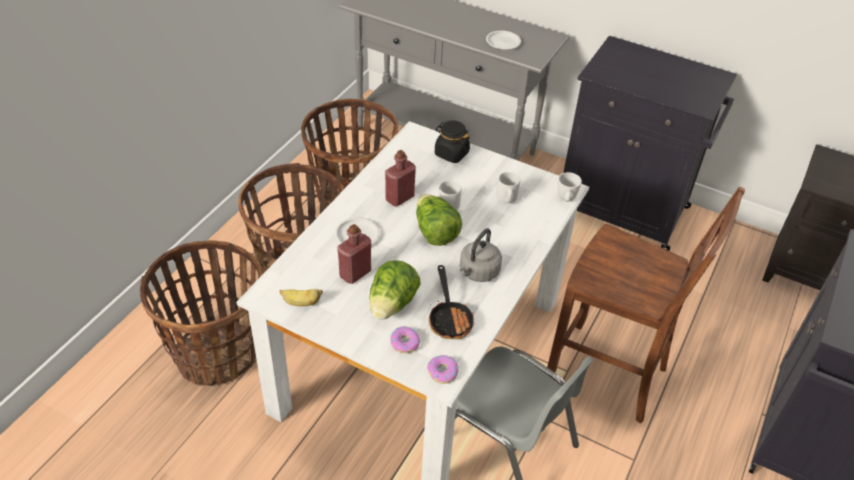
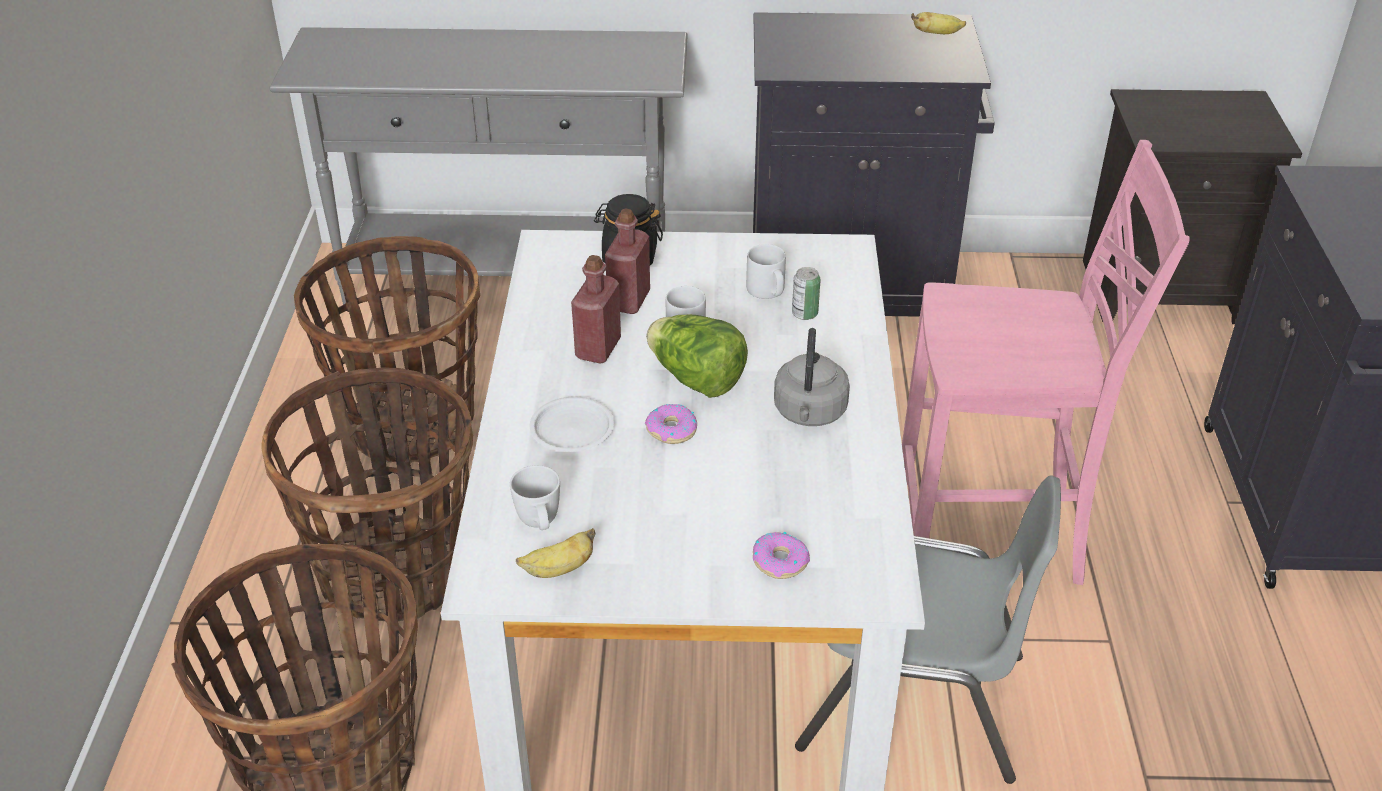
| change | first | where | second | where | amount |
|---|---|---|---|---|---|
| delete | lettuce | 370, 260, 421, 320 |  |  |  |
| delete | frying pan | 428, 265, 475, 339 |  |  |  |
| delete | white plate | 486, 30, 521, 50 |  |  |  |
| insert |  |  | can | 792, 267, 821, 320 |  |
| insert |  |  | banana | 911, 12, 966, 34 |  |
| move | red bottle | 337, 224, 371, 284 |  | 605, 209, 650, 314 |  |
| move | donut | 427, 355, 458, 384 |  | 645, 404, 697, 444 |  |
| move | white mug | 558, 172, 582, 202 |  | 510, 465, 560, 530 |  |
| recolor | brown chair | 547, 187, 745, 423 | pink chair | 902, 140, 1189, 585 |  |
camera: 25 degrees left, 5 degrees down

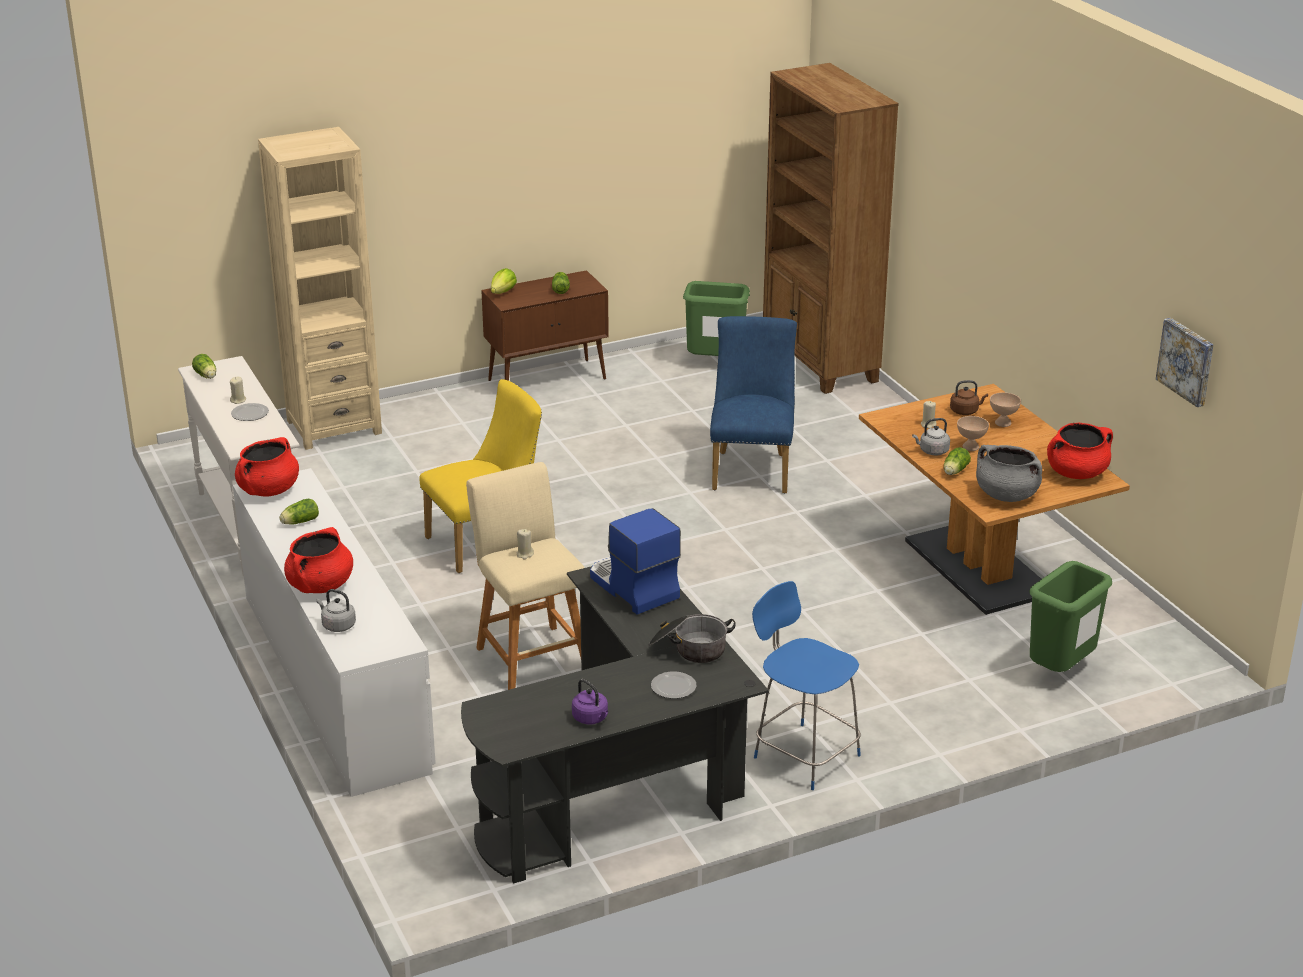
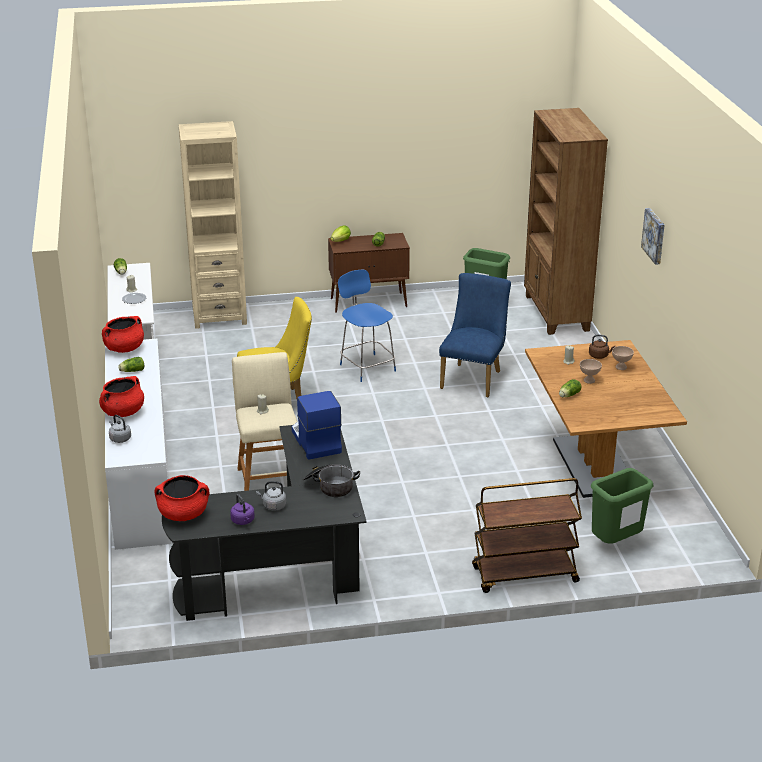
| change | first | where | second | where | amount |
|---|---|---|---|---|---|
| delete | plate | 651, 671, 697, 699 |  |  |  |
| delete | grey cooking pot | 976, 445, 1042, 502 |  |  |  |
| insert |  |  | brown cart | 472, 478, 582, 593 |  |
| move | blue chair | 752, 581, 861, 790 |  | 338, 270, 396, 382 |  |
| move | grey kettle | 912, 418, 950, 455 |  | 256, 481, 286, 511 |  |
| move | red cooking pot | 1047, 423, 1113, 479 |  | 155, 475, 209, 521 |  |
| move | picture | 1156, 318, 1214, 407 |  | 641, 208, 665, 265 |  |
camera: 15 degrees right, 0 degrees up

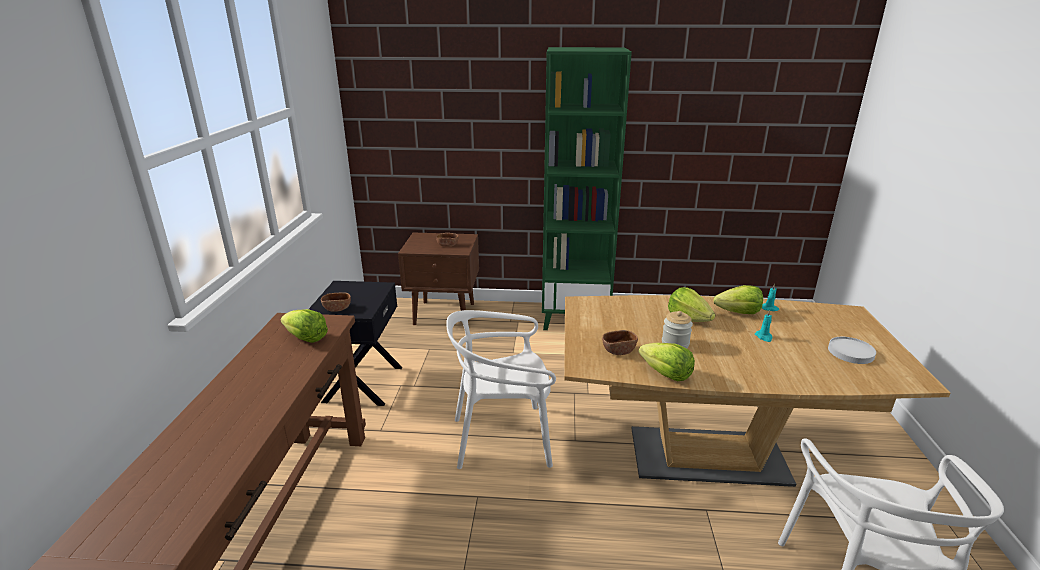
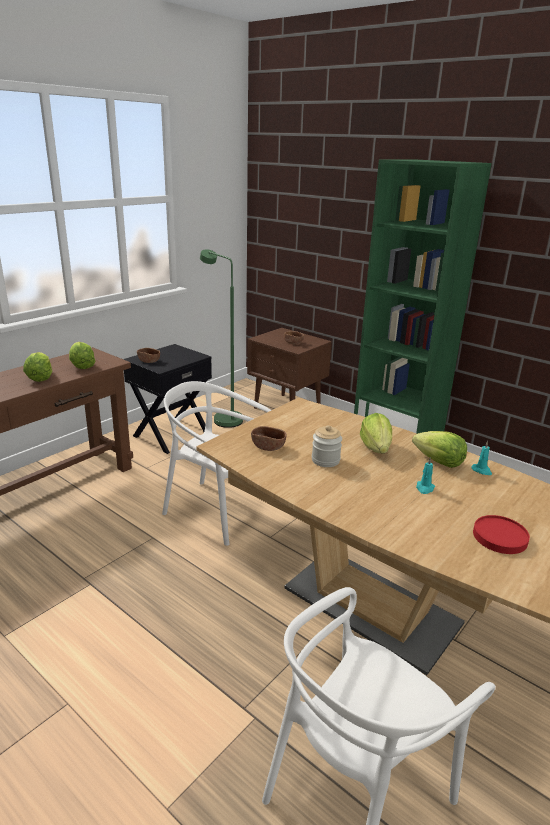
| change | first | where | second | where | amount |
|---|---|---|---|---|---|
| insert |  |  | green floor lamp | 200, 249, 243, 428 |  |
| move | lettuce | 639, 342, 695, 381 |  | 23, 352, 52, 382 |  |
| recolor | white plate | 828, 337, 876, 364 | red plate | 473, 515, 530, 554 |  |
camera: 35 degrees right, 0 degrees up

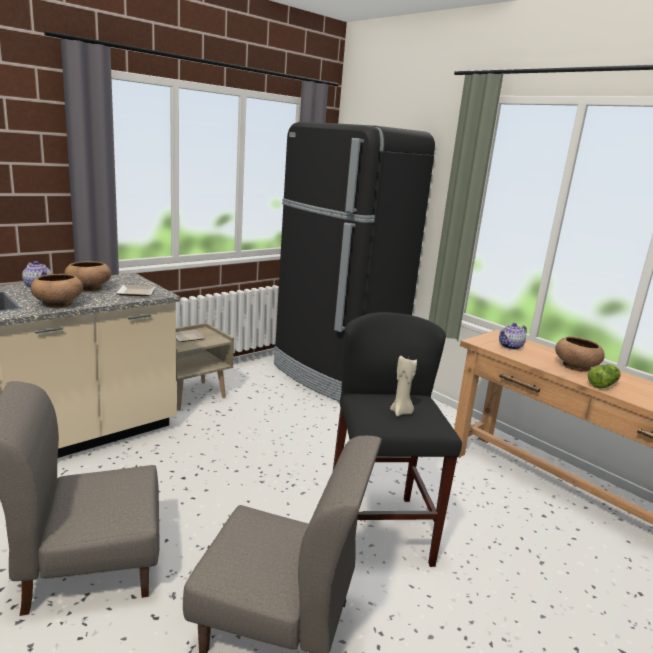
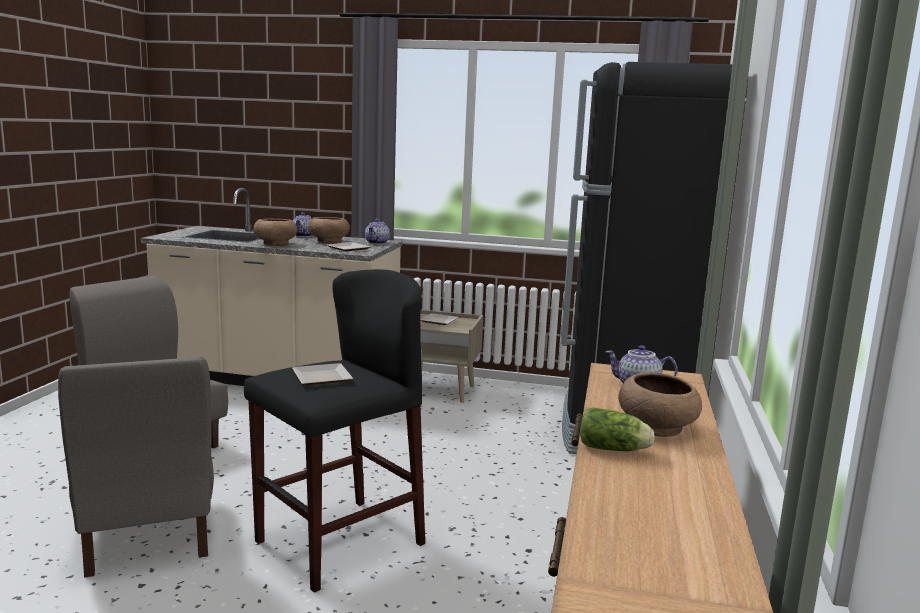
| change | first | where | second | where | amount |
|---|---|---|---|---|---|
| insert |  |  | teapot | 365, 219, 390, 245 |  |
| replace | beige candle | 390, 355, 417, 416 | plate | 292, 363, 353, 385 |  |
camera: 55 degrees right, 5 degrees down

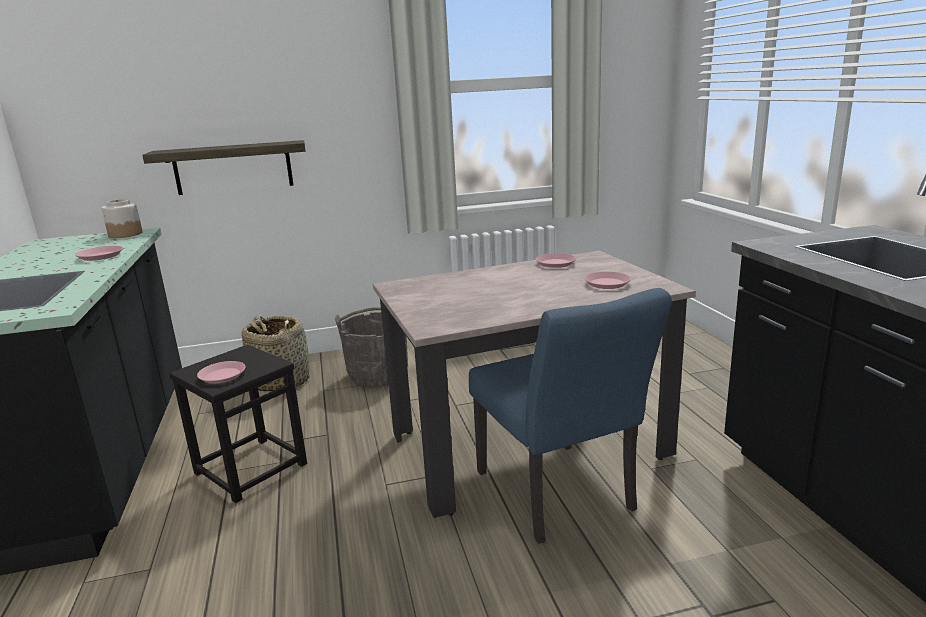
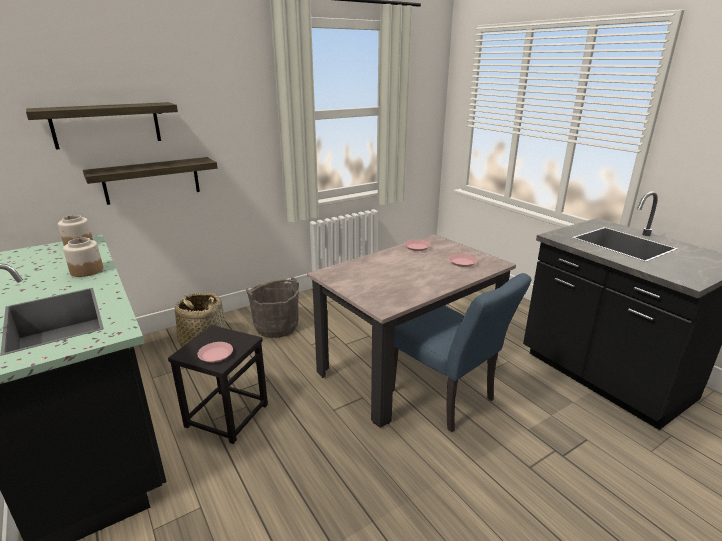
| change | first | where | second | where | amount |
|---|---|---|---|---|---|
| insert |  |  | shelf | 26, 102, 178, 149 |  |
| replace | pink plate | 75, 246, 123, 261 | jar | 63, 238, 103, 277 |  |
camera: 20 degrees left, 5 degrees up

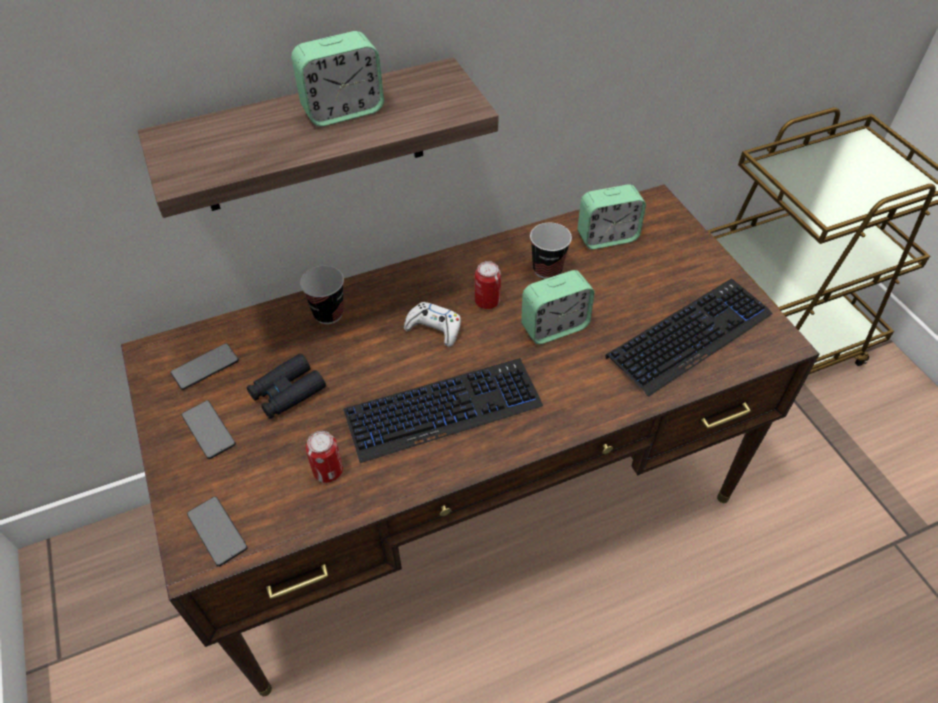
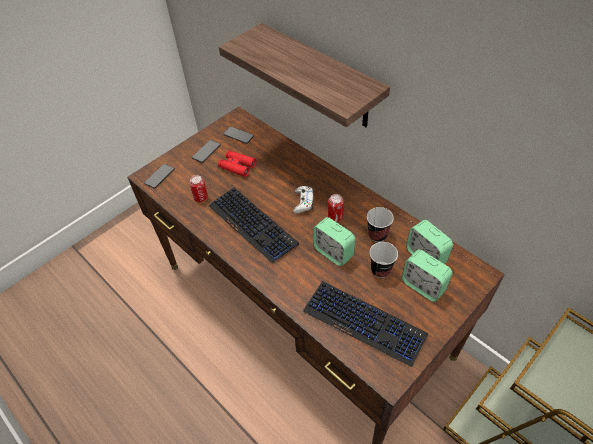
| change | first | where | second | where | amount |
|---|---|---|---|---|---|
| move | alarm clock | 291, 31, 384, 126 |  | 401, 250, 453, 302 |  |
| move | cup | 300, 266, 344, 324 |  | 370, 242, 398, 278 |  |
| recolor | black binoculars | 247, 353, 326, 419 | red binoculars | 218, 150, 256, 177 |  |
camera: 70 degrees right, 0 degrees up

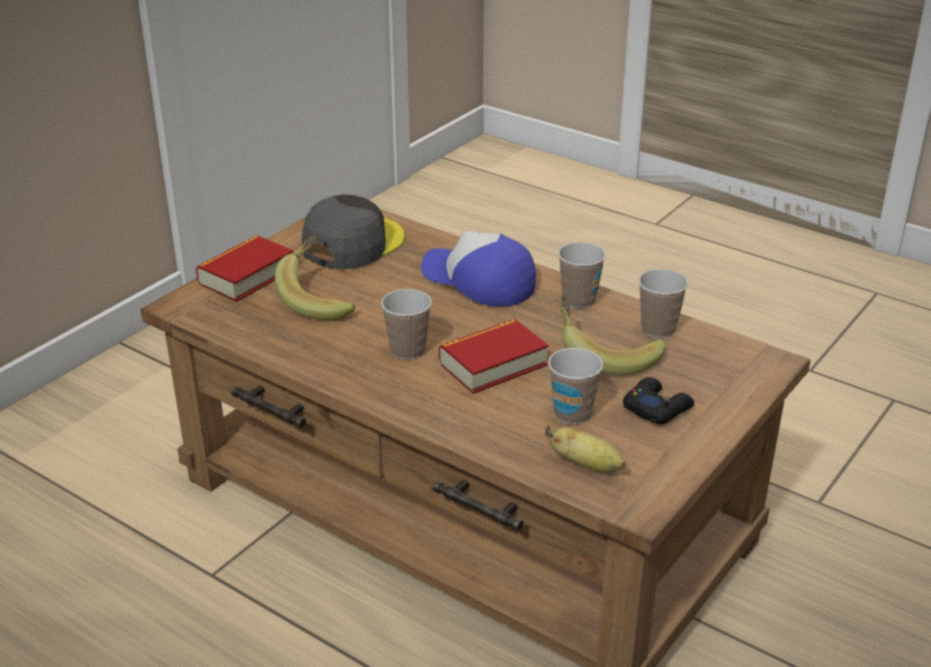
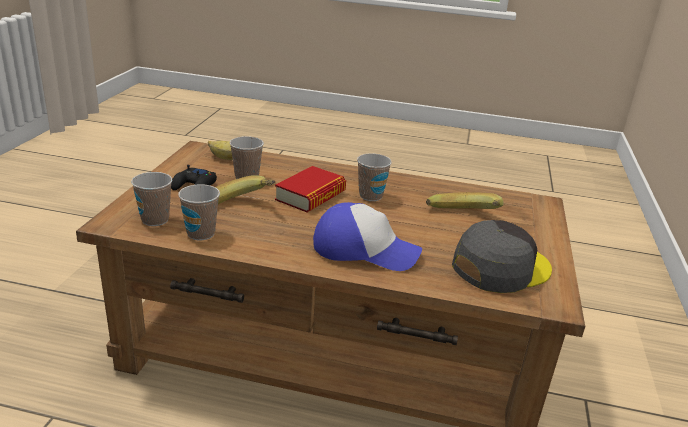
| change | first | where | second | where | amount |
|---|---|---|---|---|---|
| delete | book | 196, 235, 293, 302 |  |  |  |
| move | cup | 558, 242, 606, 309 |  | 131, 172, 172, 226 |  |
| rotate | grey cap | 302, 195, 405, 270 |  | 452, 220, 552, 293 | 135 degrees counterclockwise |
camera: 155 degrees right, 5 degrees down

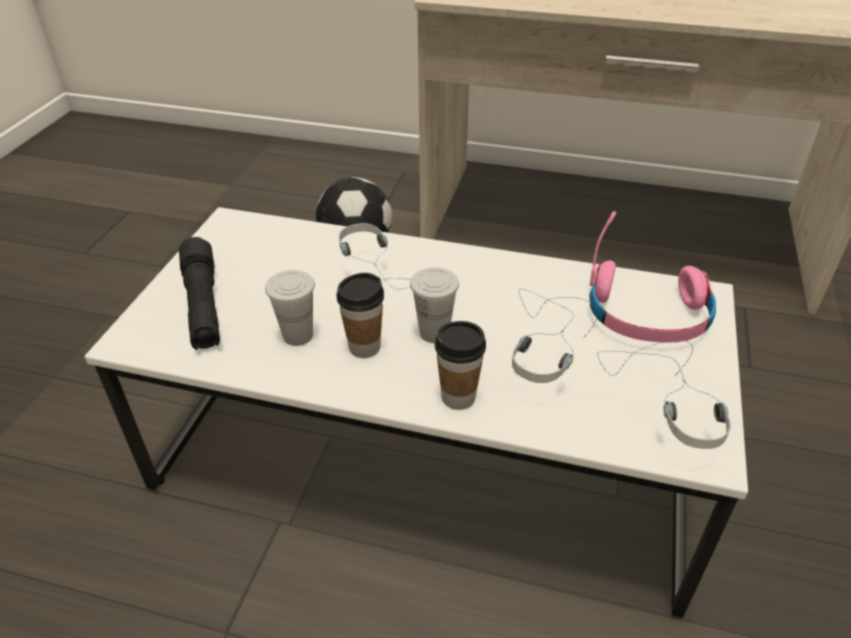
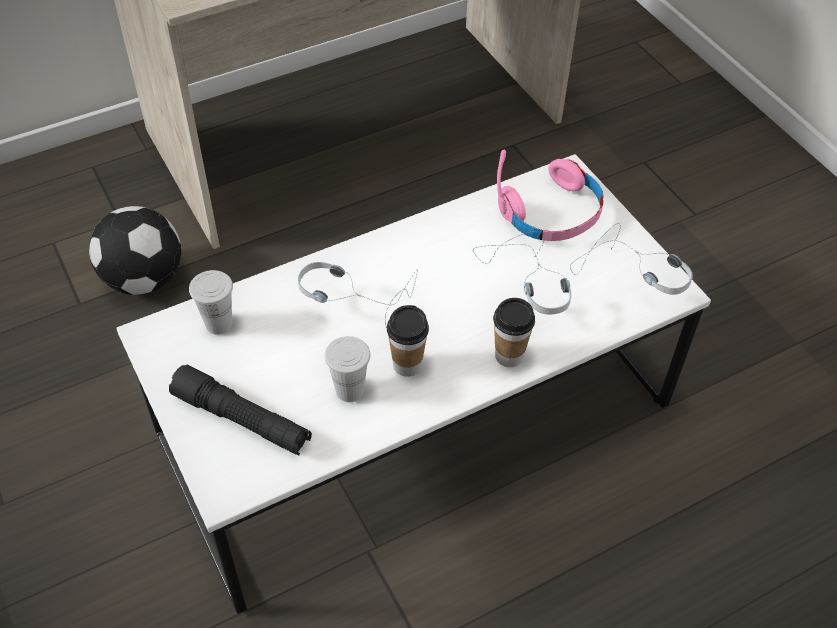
| change | first | where | second | where | amount |
|---|---|---|---|---|---|
| move | white cup | 410, 267, 459, 343 |  | 189, 270, 233, 335 |  |
camera: 45 degrees left, 10 degrees up

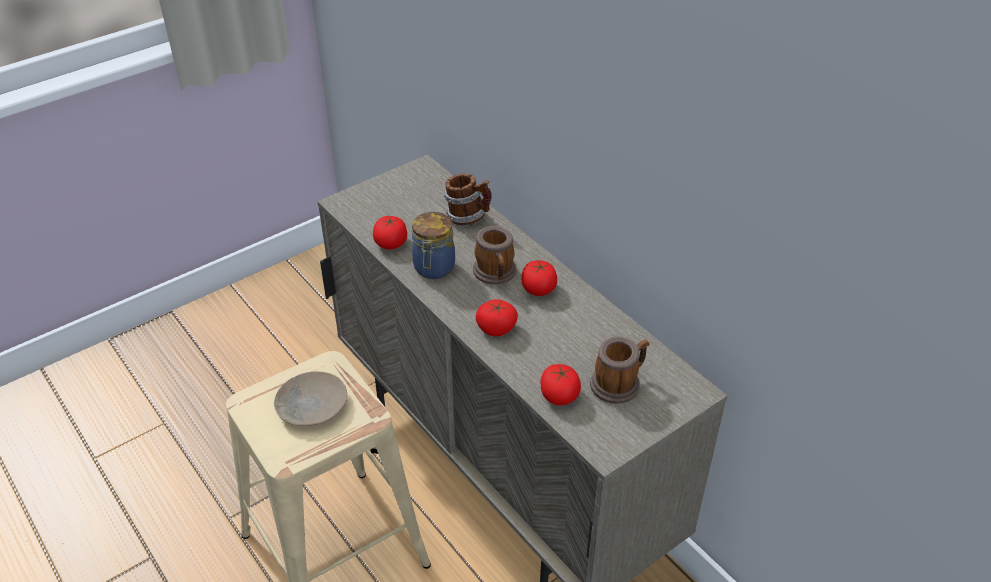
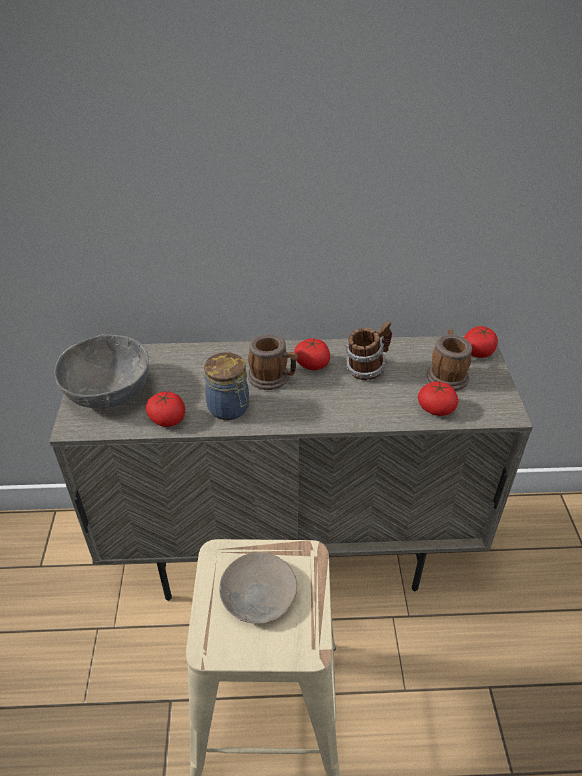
| change | first | where | second | where | amount |
|---|---|---|---|---|---|
| insert |  |  | grey bowl | 54, 334, 149, 409 |  |
| move | mug | 444, 173, 492, 226 |  | 346, 321, 392, 380 |  |
| move | tomato | 476, 299, 518, 337 |  | 464, 326, 498, 358 |  |
camera: 55 degrees left, 0 degrees up

